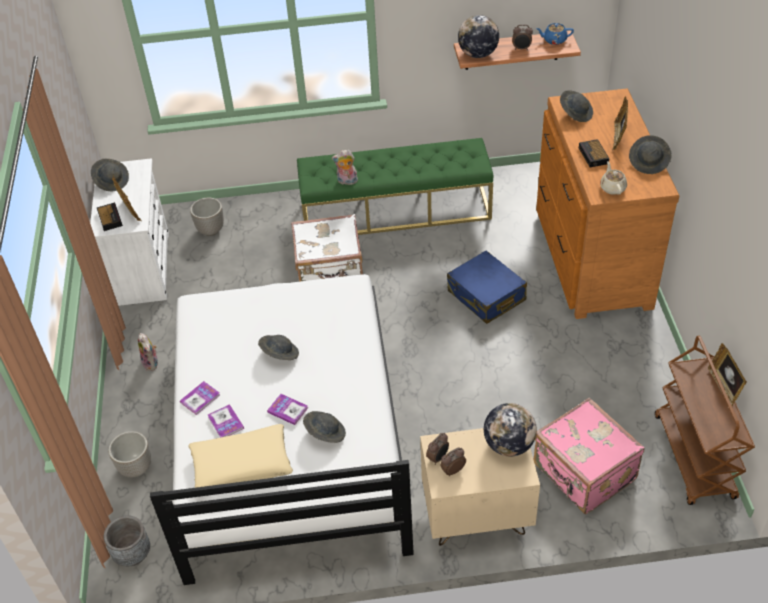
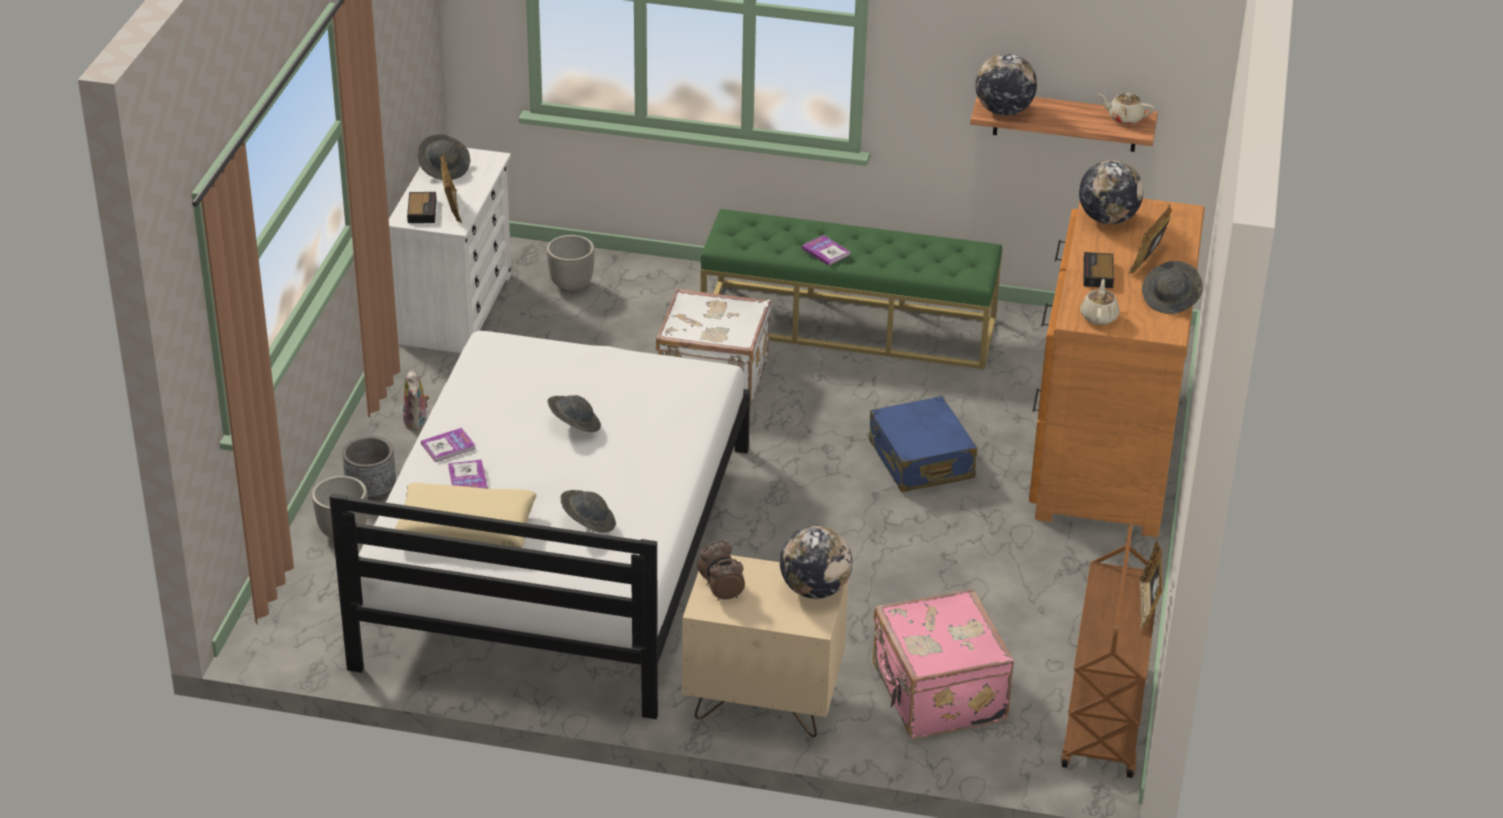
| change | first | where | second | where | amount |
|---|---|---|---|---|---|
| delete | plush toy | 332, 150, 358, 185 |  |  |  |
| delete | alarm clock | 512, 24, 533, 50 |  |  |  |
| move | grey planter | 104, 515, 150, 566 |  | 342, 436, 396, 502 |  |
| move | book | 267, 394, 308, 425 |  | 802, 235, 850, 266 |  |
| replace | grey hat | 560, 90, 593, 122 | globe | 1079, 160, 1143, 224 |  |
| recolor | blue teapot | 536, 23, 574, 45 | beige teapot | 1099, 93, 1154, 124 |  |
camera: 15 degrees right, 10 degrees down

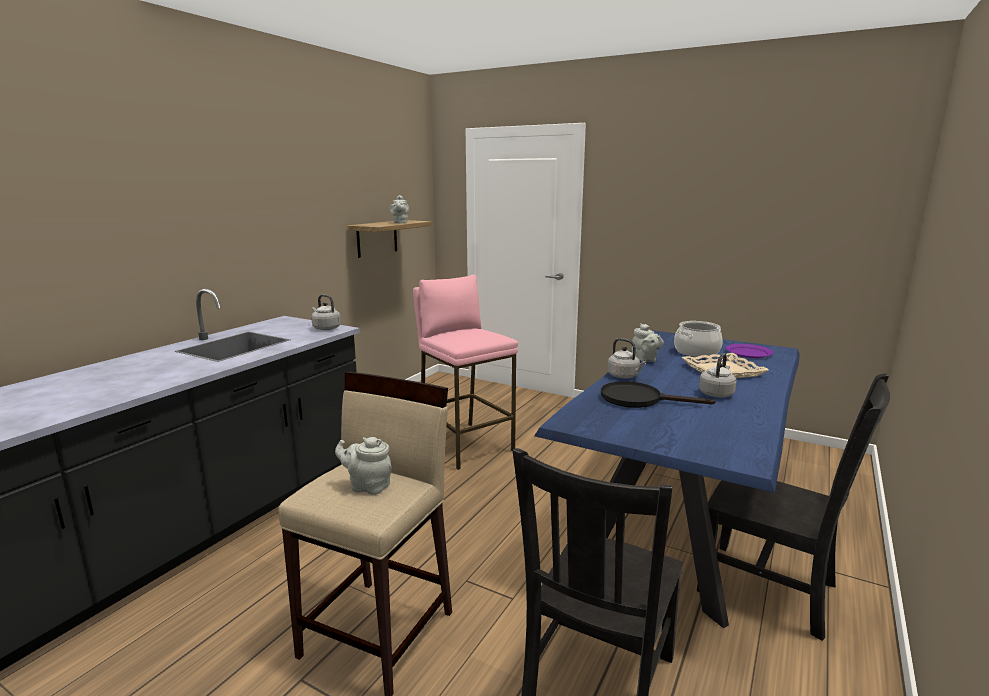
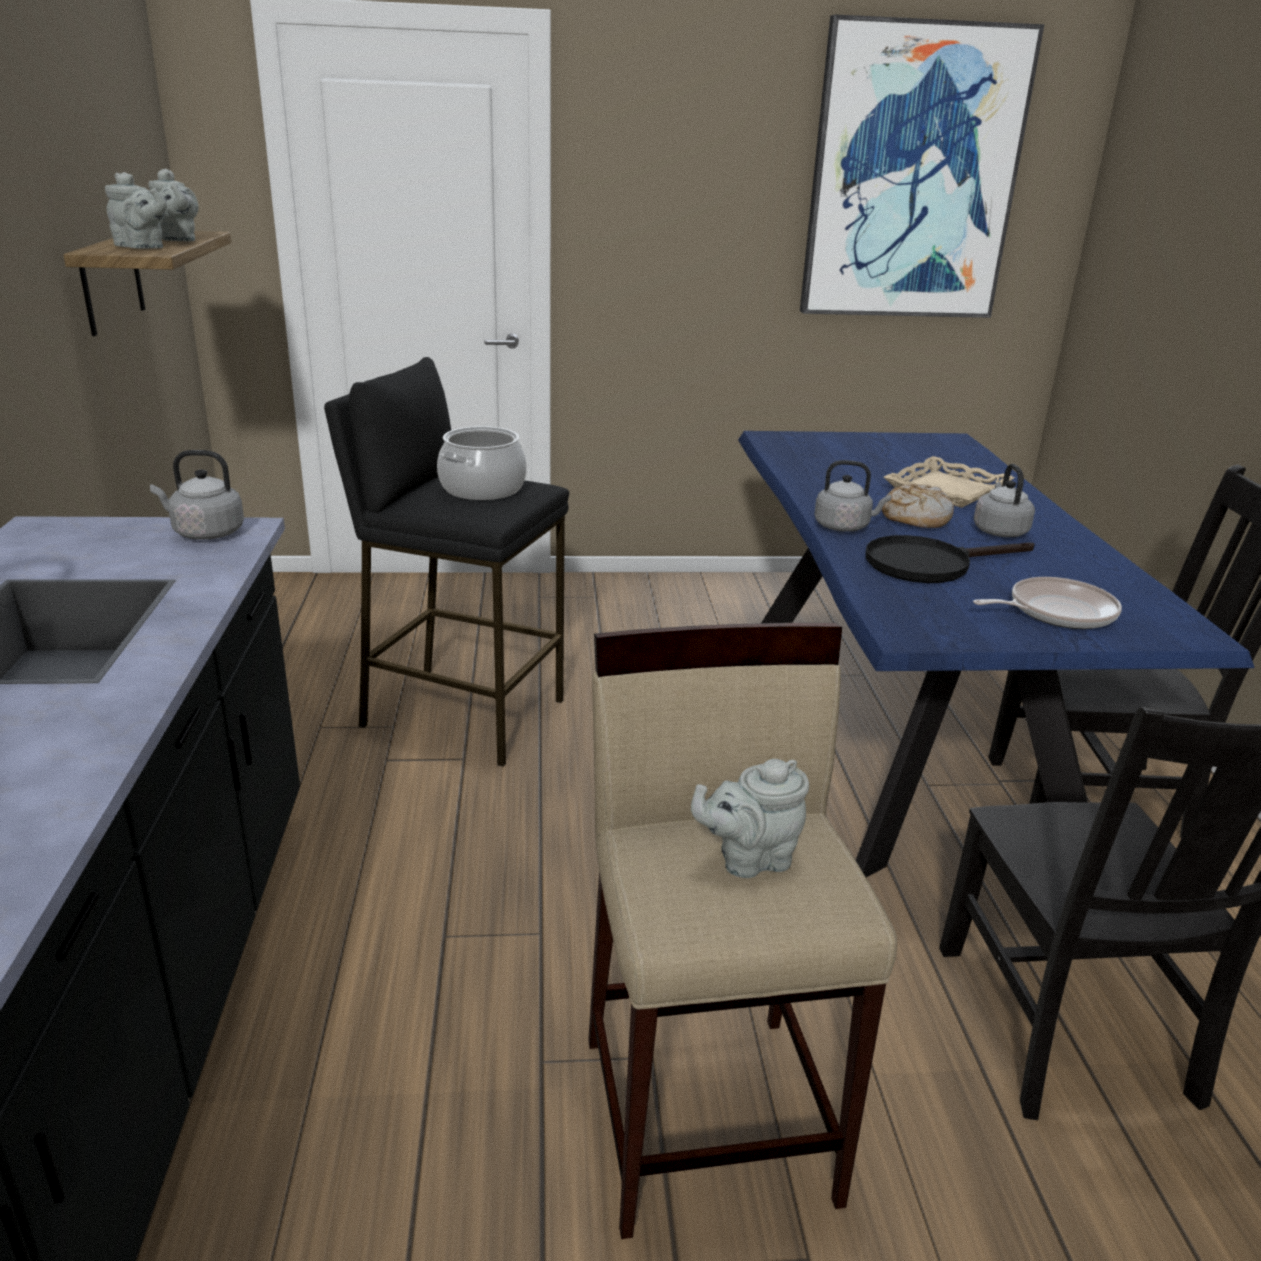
| change | first | where | second | where | amount |
|---|---|---|---|---|---|
| delete | purple plate | 725, 344, 773, 358 |  |  |  |
| insert |  |  | picture | 800, 15, 1044, 318 |  |
| insert |  |  | bread | 882, 484, 954, 528 |  |
| insert |  |  | frying pan | 973, 577, 1122, 629 |  |
| move | grey teapot | 632, 323, 664, 362 |  | 105, 172, 167, 249 |  |
| move | cooking pot | 674, 321, 723, 357 |  | 437, 426, 527, 500 |  |
| recolor | pink stool | 413, 275, 518, 470 | black stool | 324, 357, 569, 767 |  |
camera: 35 degrees left, 10 degrees up

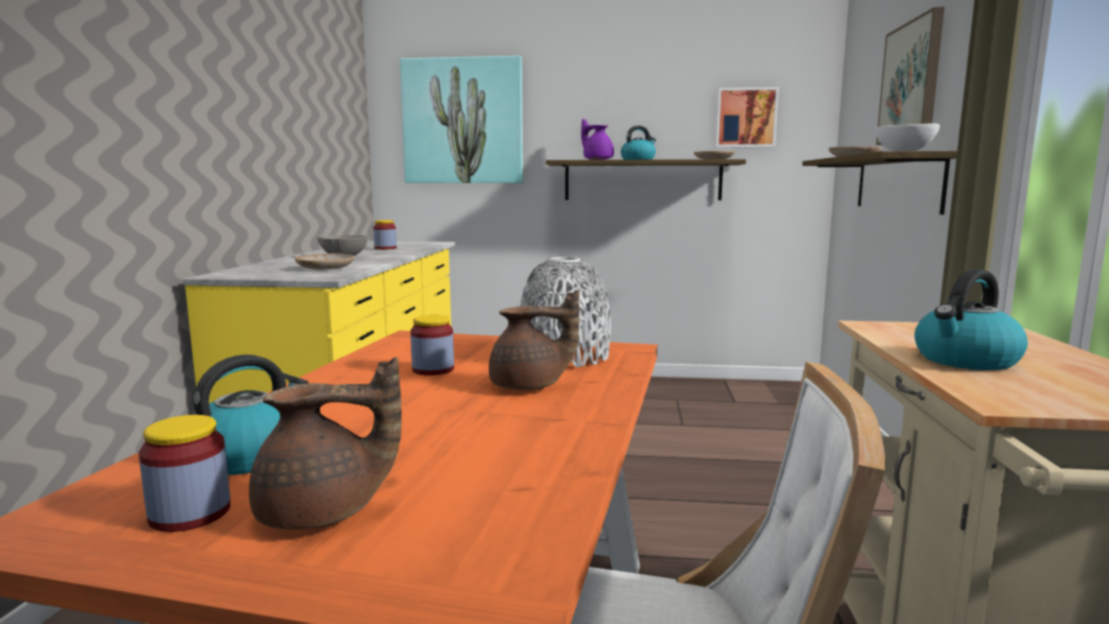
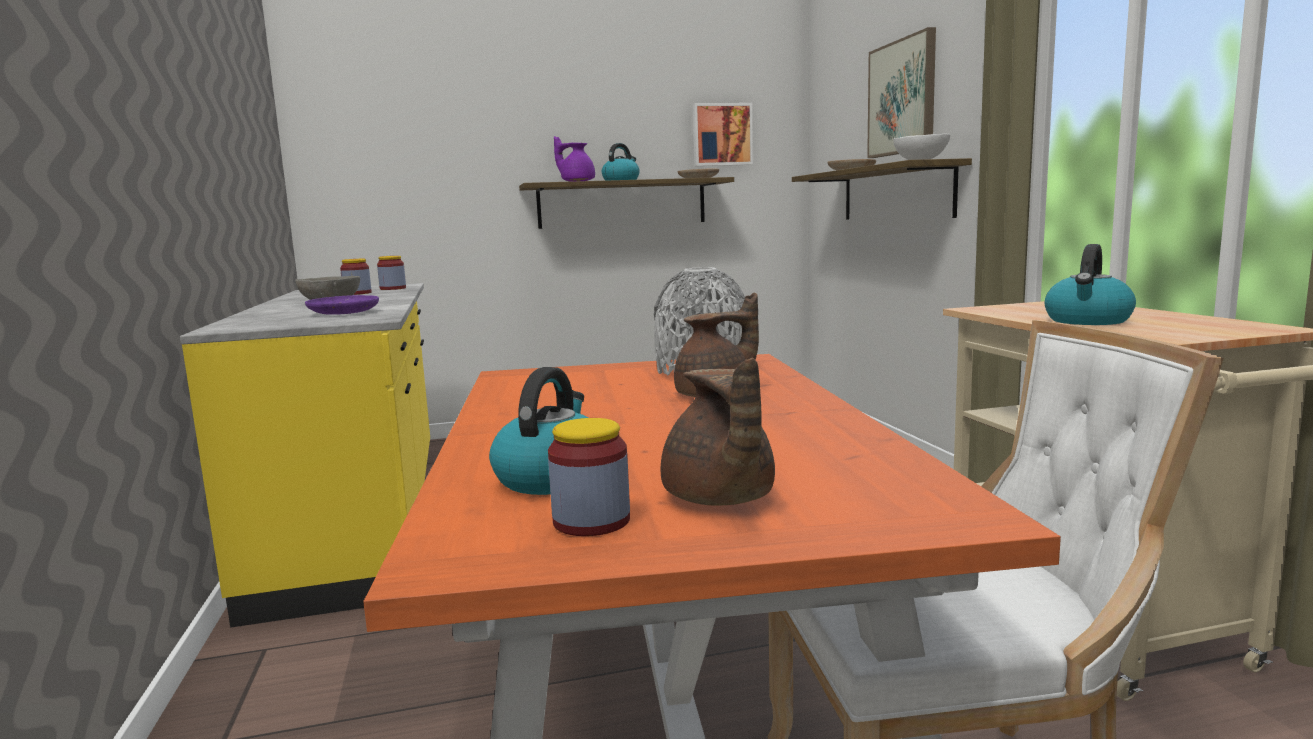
| change | first | where | second | where | amount |
|---|---|---|---|---|---|
| delete | picture | 400, 56, 523, 183 |  |  |  |
| move | jar | 411, 315, 454, 376 |  | 377, 256, 406, 290 |  |
| recolor | beige plate | 295, 253, 354, 270 | purple plate | 305, 295, 379, 315 |  |
| rotate | brown teapot | 249, 357, 402, 529 |  | 661, 358, 775, 506 | 105 degrees clockwise |
camera: 20 degrees left, 0 degrees up

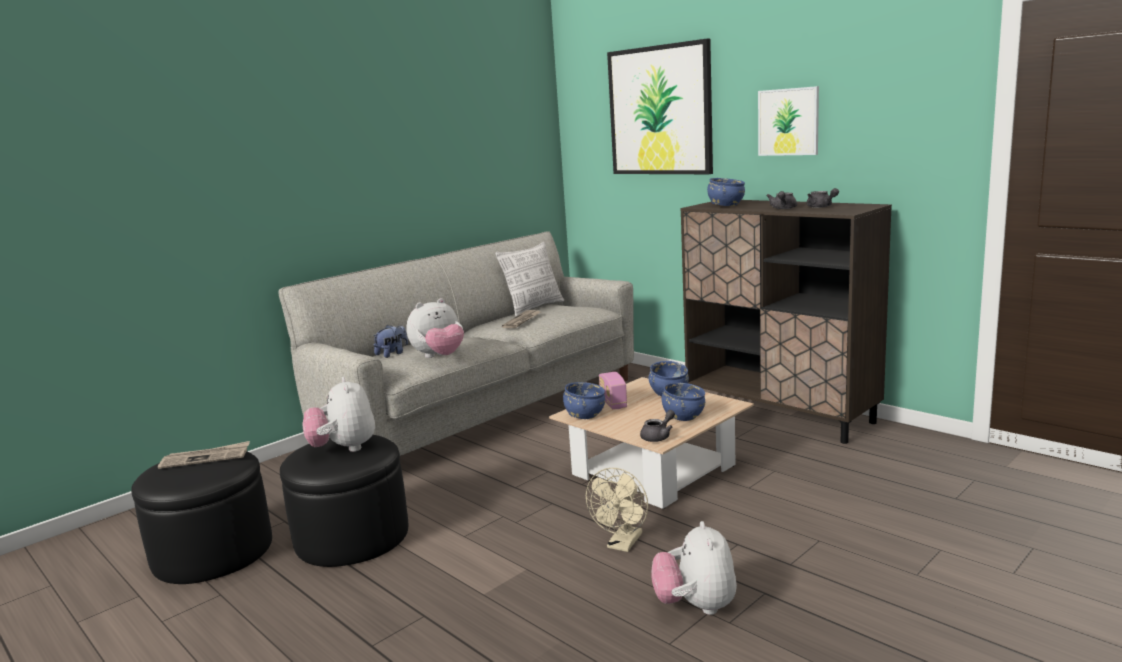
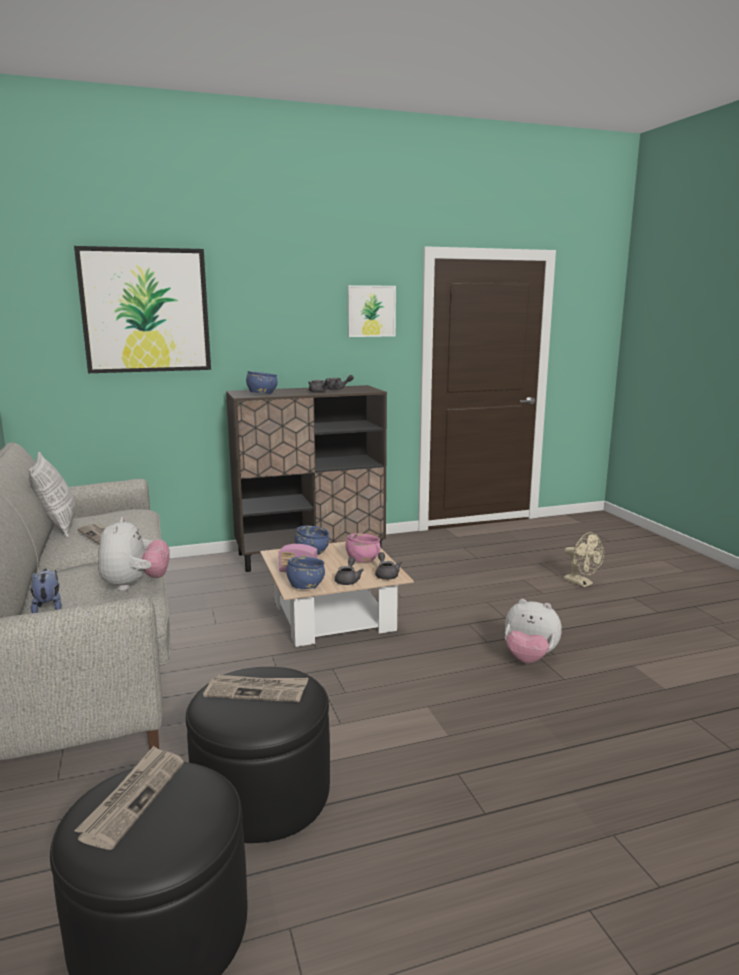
| change | first | where | second | where | amount |
|---|---|---|---|---|---|
| insert |  |  | grey teapot | 335, 557, 364, 585 |  |
| move | beige fan | 586, 468, 648, 552 |  | 564, 532, 604, 587 |  |
| move | picture | 758, 86, 819, 156 |  | 348, 285, 396, 337 |  |
| replace | plush toy | 302, 377, 375, 452 | newspaper | 203, 675, 308, 702 |  |
| recolor | blue bowl | 661, 383, 705, 421 | pink bowl | 345, 533, 381, 562 |  |
camera: 65 degrees left, 0 degrees up

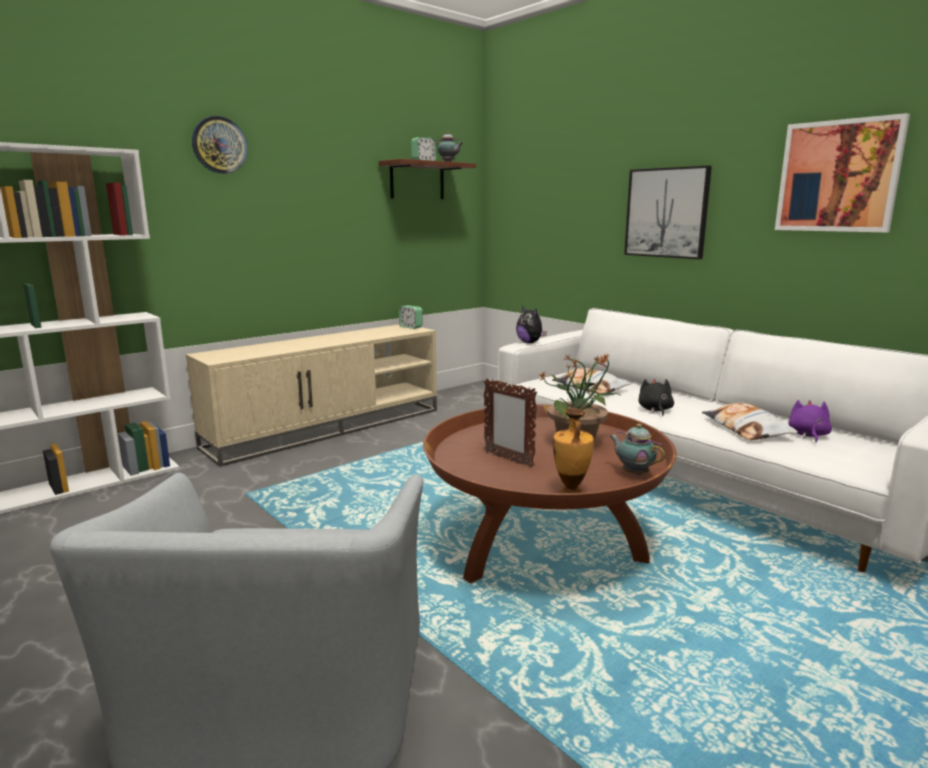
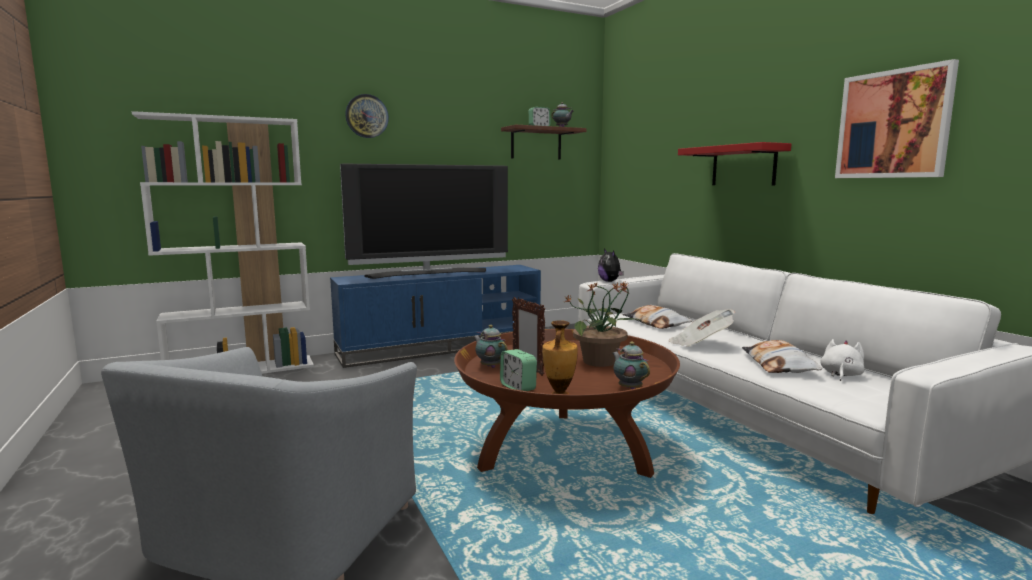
| change | first | where | second | where | amount |
|---|---|---|---|---|---|
| insert |  |  | television | 340, 163, 508, 279 |  |
| insert |  |  | teapot | 473, 325, 508, 368 |  |
| move | alarm clock | 399, 305, 422, 329 |  | 500, 349, 537, 391 |  |
| replace | picture | 624, 166, 712, 259 | red shelf | 678, 142, 791, 185 |  |
| replace | black plush toy | 639, 379, 674, 416 | newspaper | 669, 309, 736, 347 |  |
| recolor | beige tv stand | 186, 324, 437, 467 | blue tv stand | 330, 265, 541, 368 |  |
| recolor | purple plush toy | 789, 400, 832, 443 | white plush toy | 820, 339, 865, 381 |  |
camera: 15 degrees right, 5 degrees down

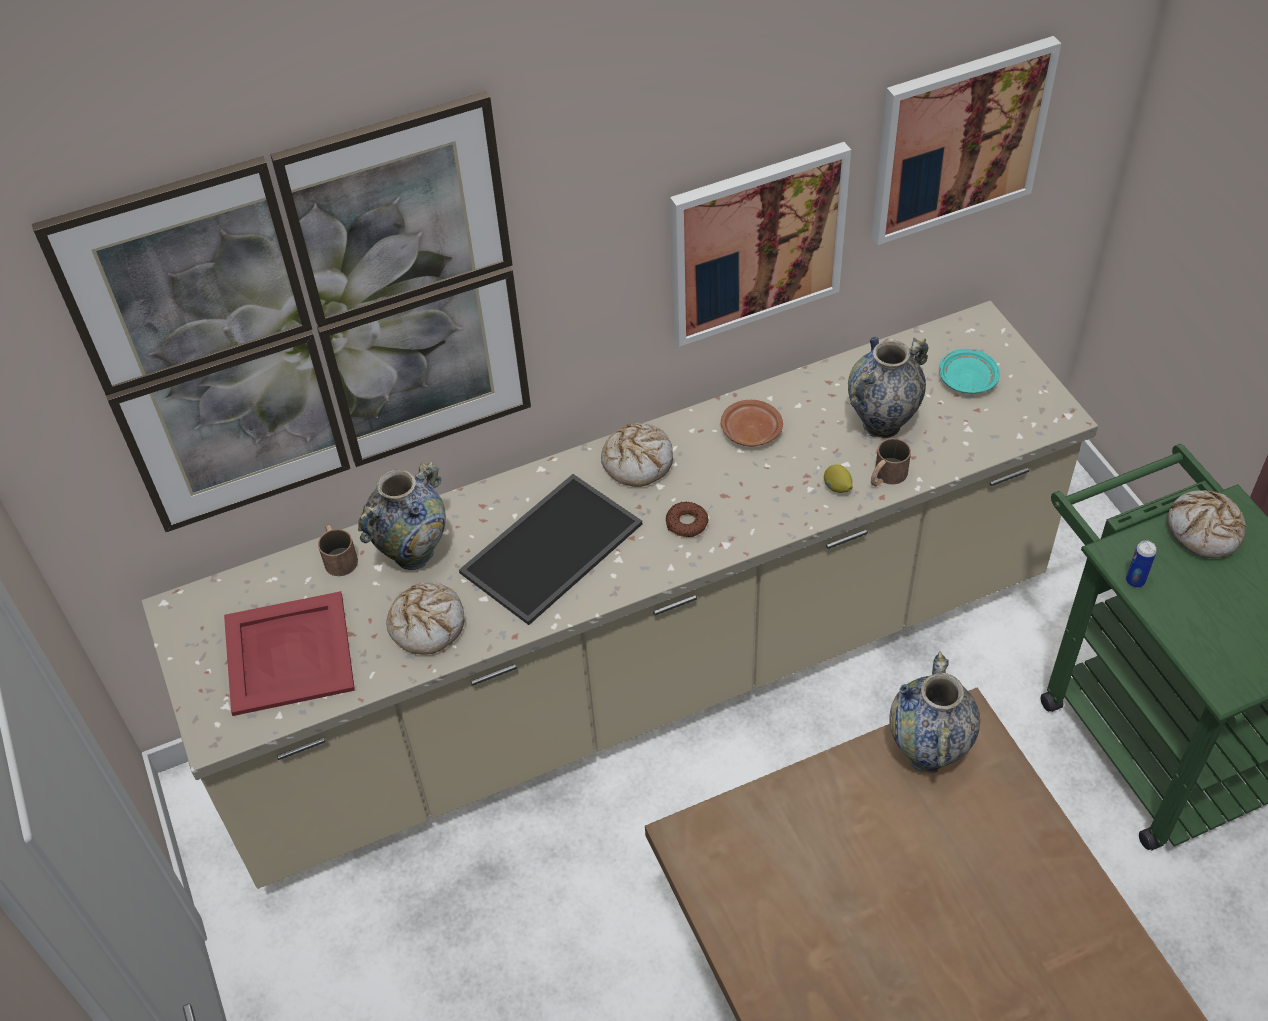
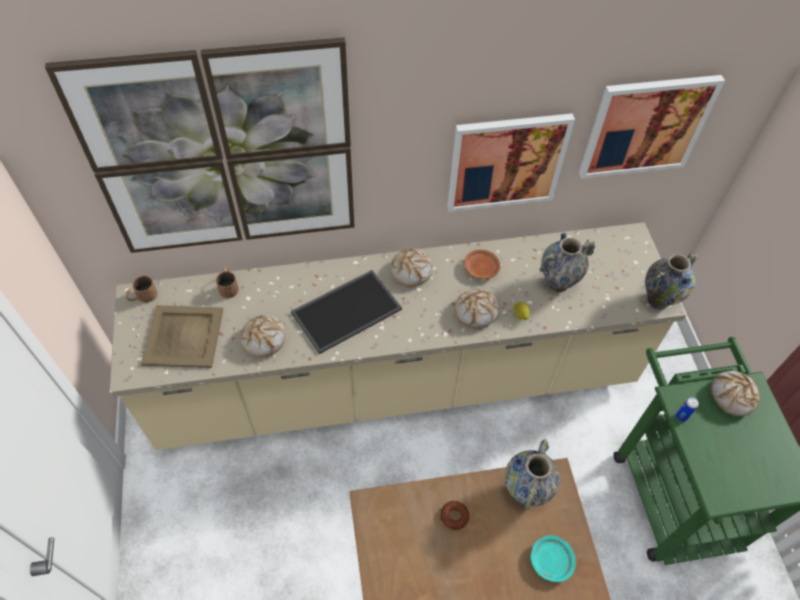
| change | first | where | second | where | amount |
|---|---|---|---|---|---|
| insert |  |  | bread | 454, 289, 500, 329 |  |
| move | vase | 358, 462, 446, 570 |  | 645, 253, 697, 310 |  |
| move | donut | 666, 502, 709, 537 |  | 440, 501, 469, 530 |  |
| move | brown mug | 871, 438, 911, 486 |  | 126, 276, 158, 303 |  |
| move | turquoise plate | 939, 349, 1000, 393 |  | 531, 535, 576, 582 |  |
| recolor | red tray | 224, 591, 355, 716 | beige tray | 141, 305, 223, 368 |  |
camera: 10 degrees right, 5 degrees up

